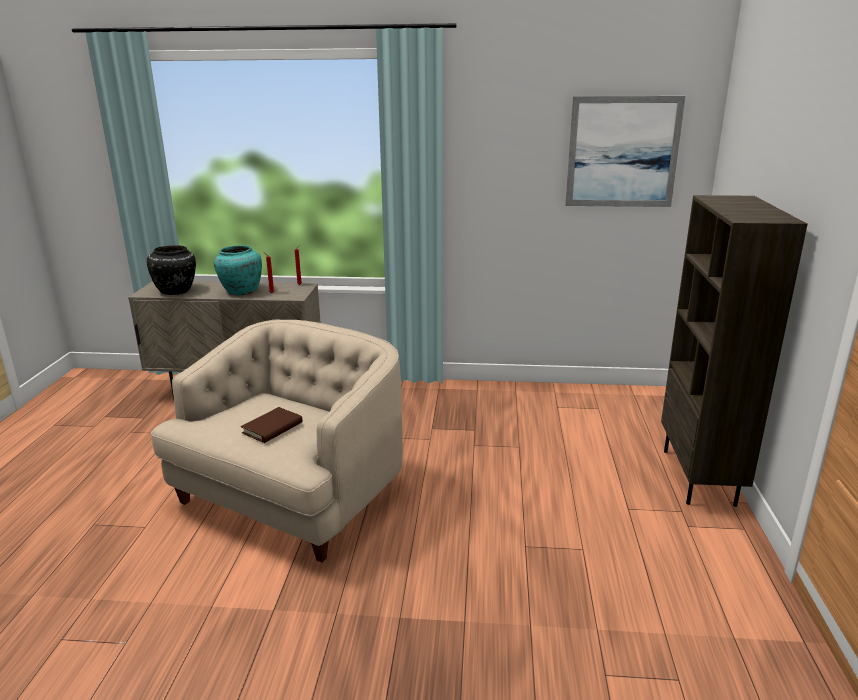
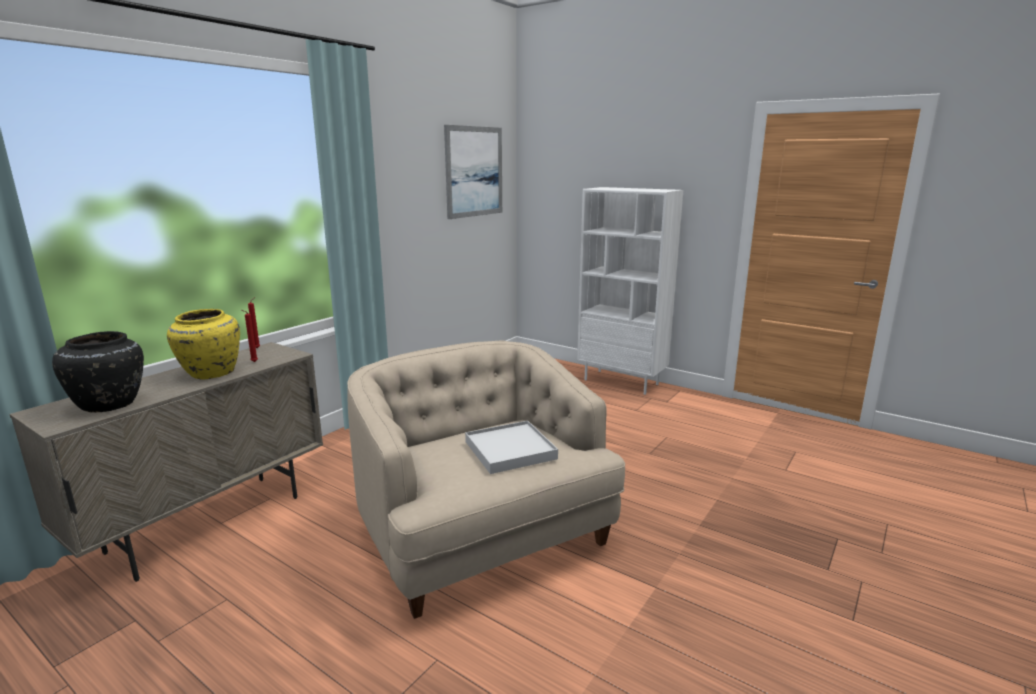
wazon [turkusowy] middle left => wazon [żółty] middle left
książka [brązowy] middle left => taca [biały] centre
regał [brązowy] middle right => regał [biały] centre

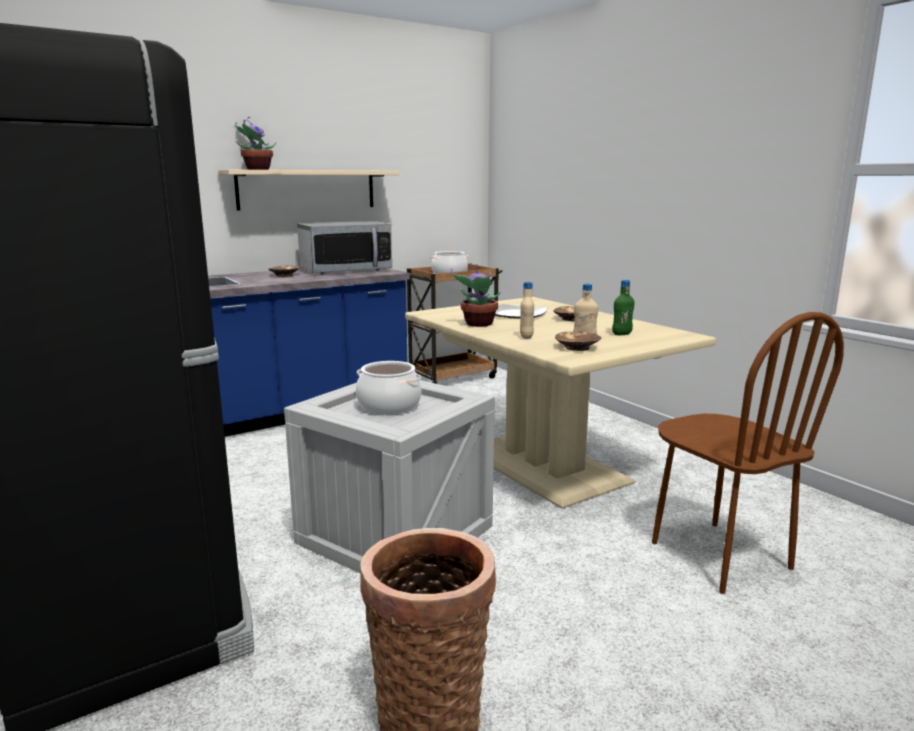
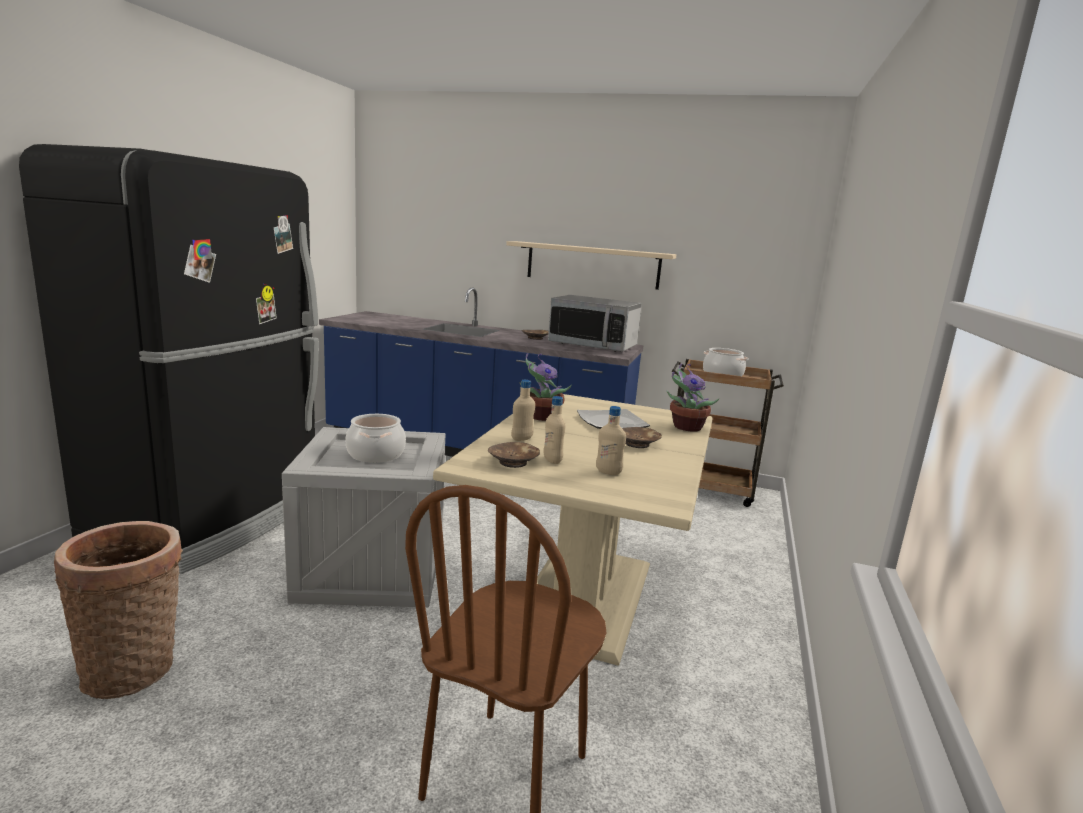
butelka [zielony] middle right => butelka [beżowy] (no. 3 from left) centre
roślina doniczkowa (no. 1 from left in the first image) top left => roślina doniczkowa (no. 2 from left) centre, relocated

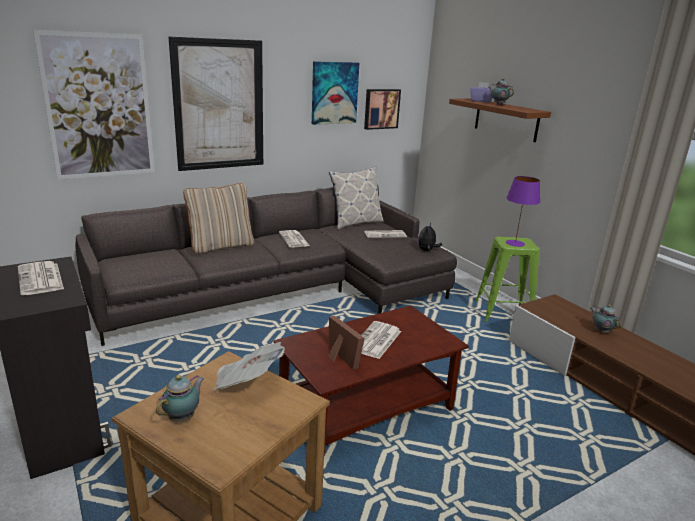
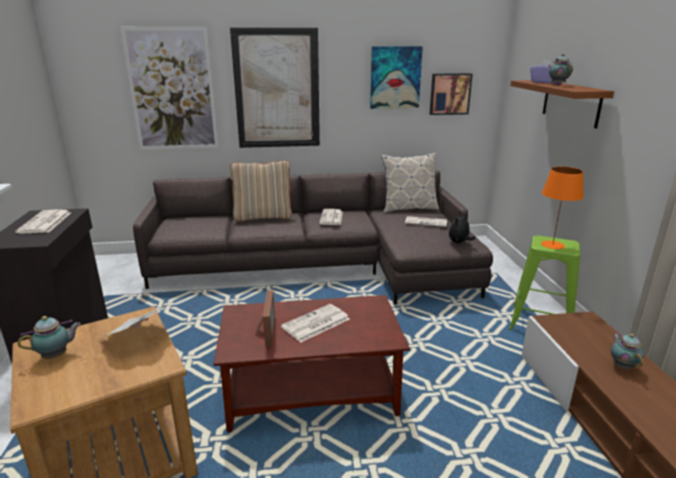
lampa stołowa [fioletowy] middle right => lampa stołowa [pomarańczowy] middle right

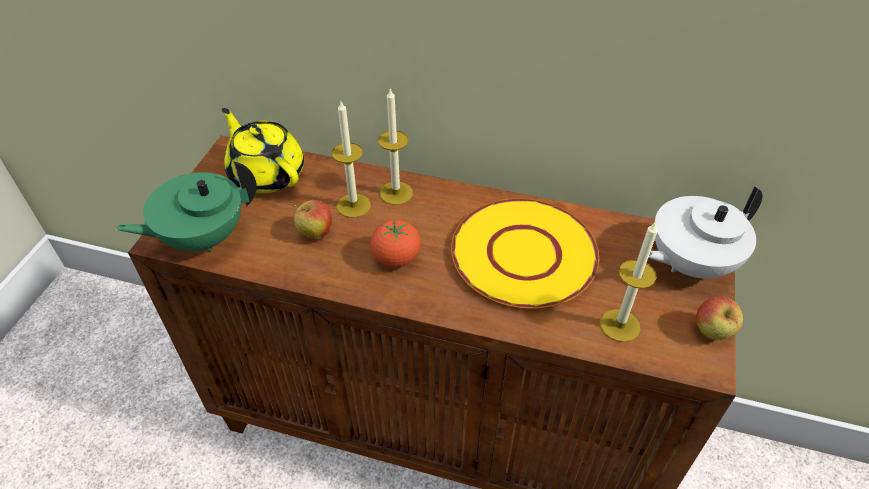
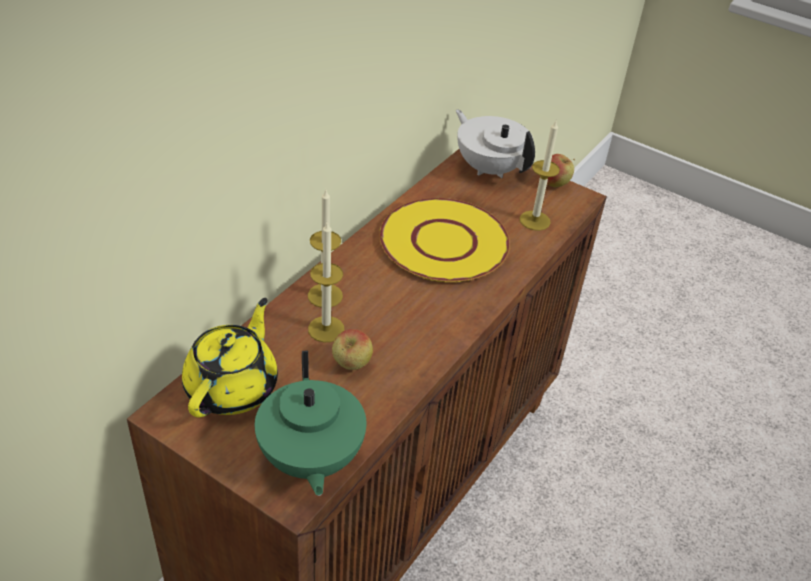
imbryk [żółty] top left => imbryk [żółty] middle left, 135 degrees clockwise
imbryk [biały] middle right => imbryk [biały] top centre, 150 degrees clockwise
pomidor centre => nothing

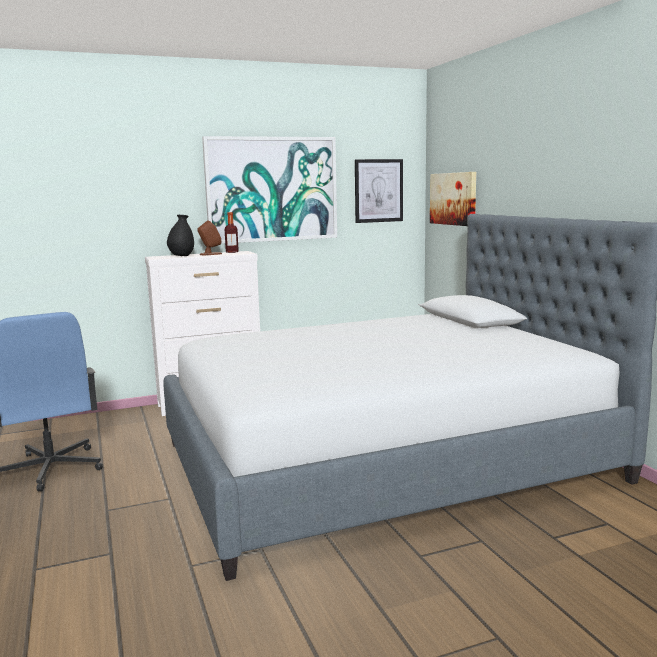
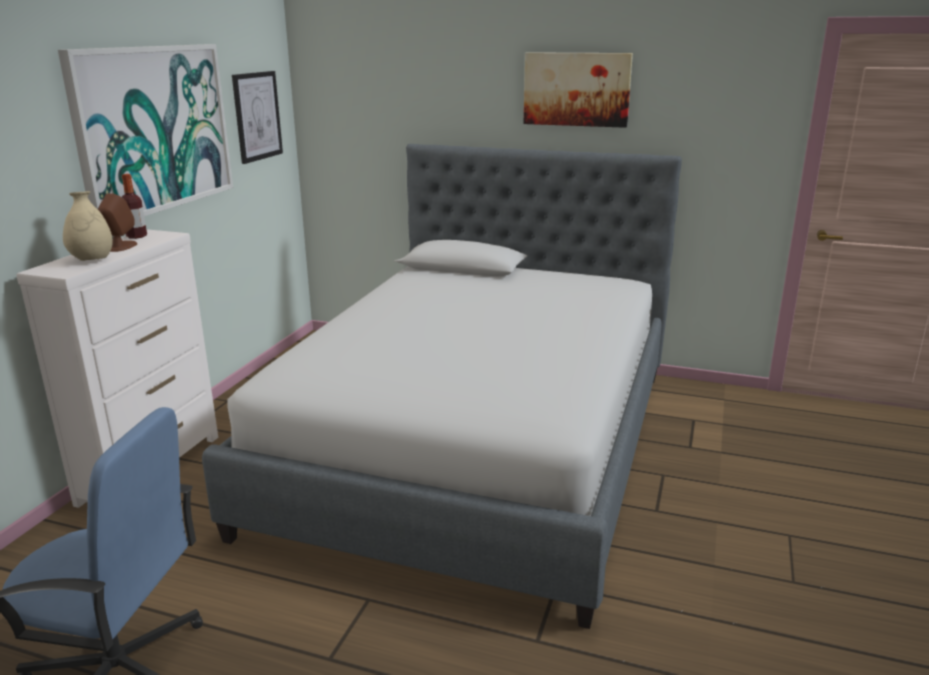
wazon [czarny] middle left => wazon [beżowy] middle left
obraz (no. 3 from left) top right => obraz (no. 3 from left) top centre, relocated

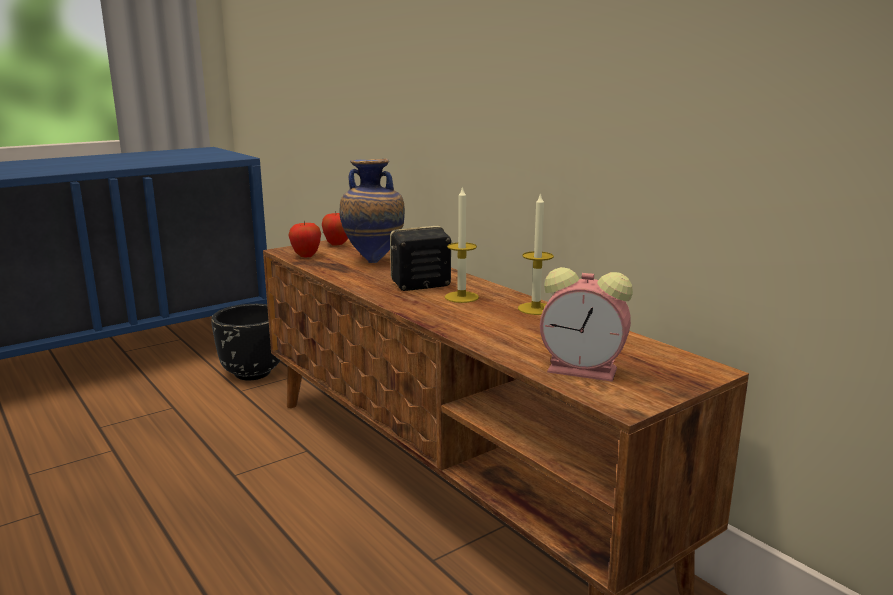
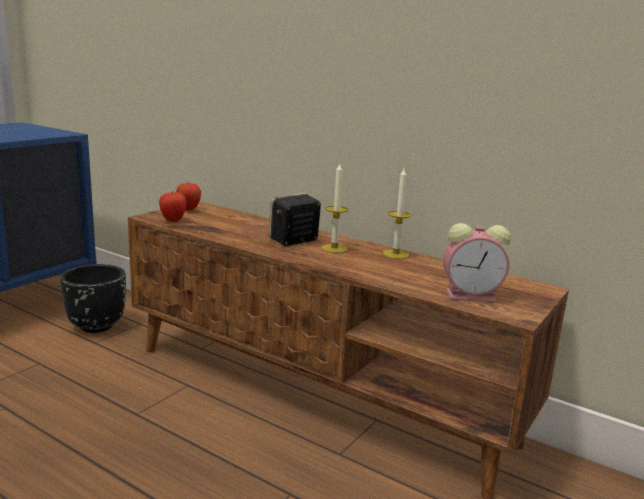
wazon centre => nothing

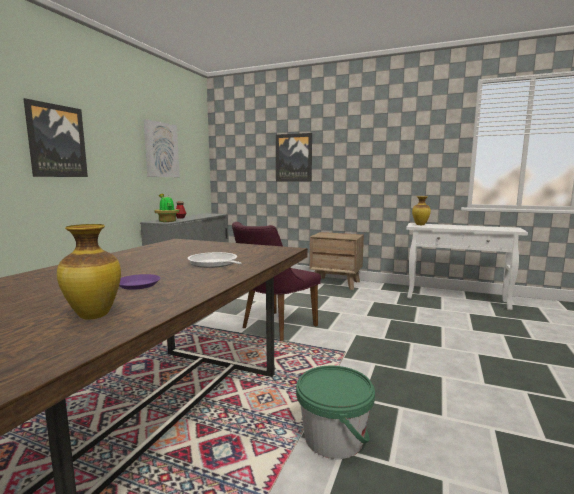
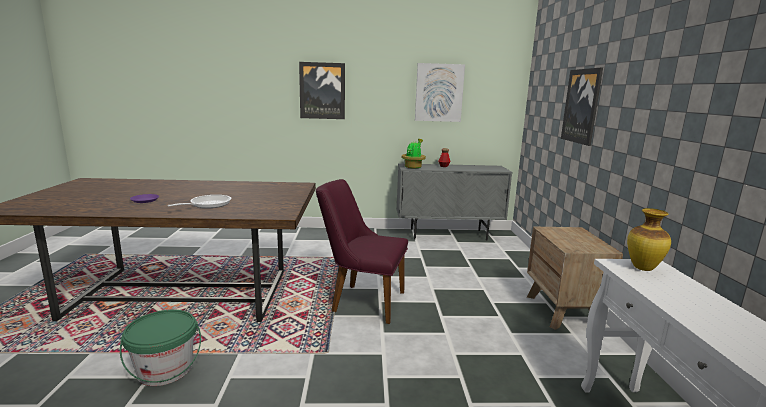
wazon (no. 1 from left) middle left => nothing

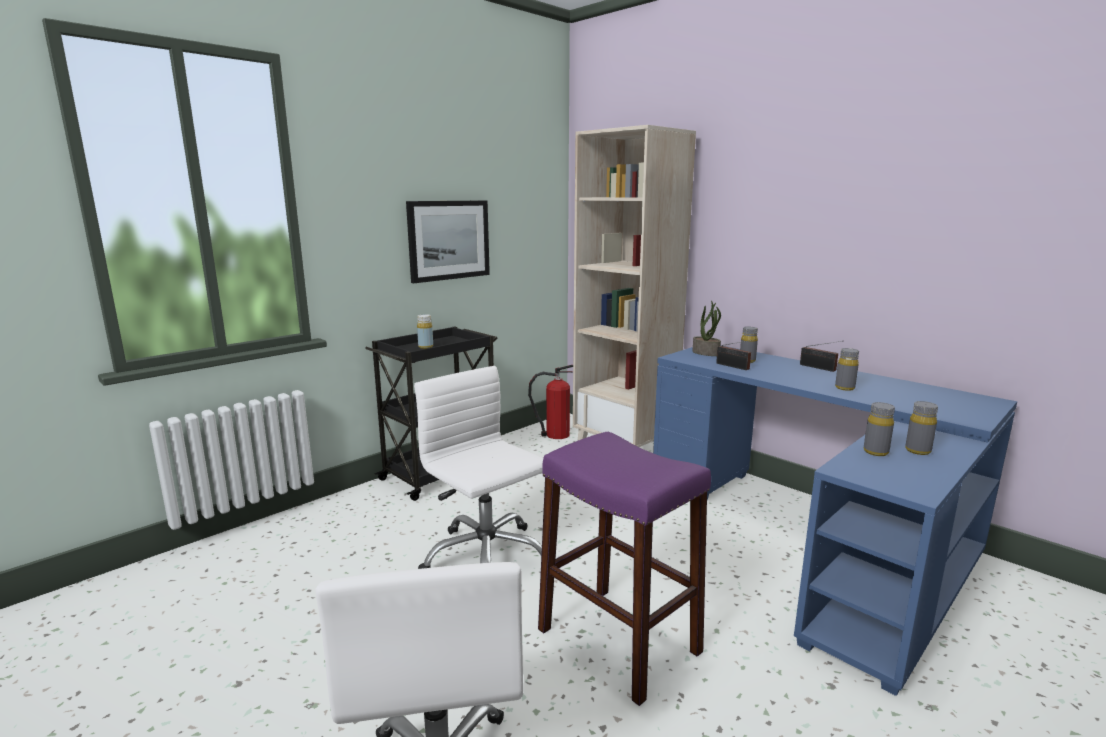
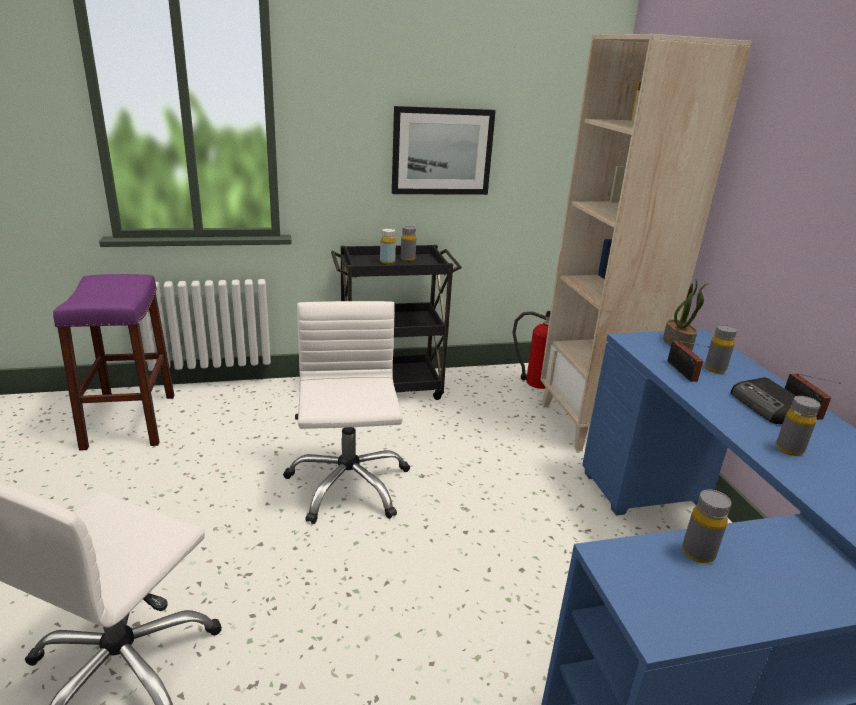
stołek [fioletowy] bottom centre => stołek [fioletowy] middle left, relocated
butelka [szary] (no. 4 from left in the first image) middle right => butelka [szary] (no. 1 from left) centre, relocated
nothing => radio (no. 2 from left) middle right

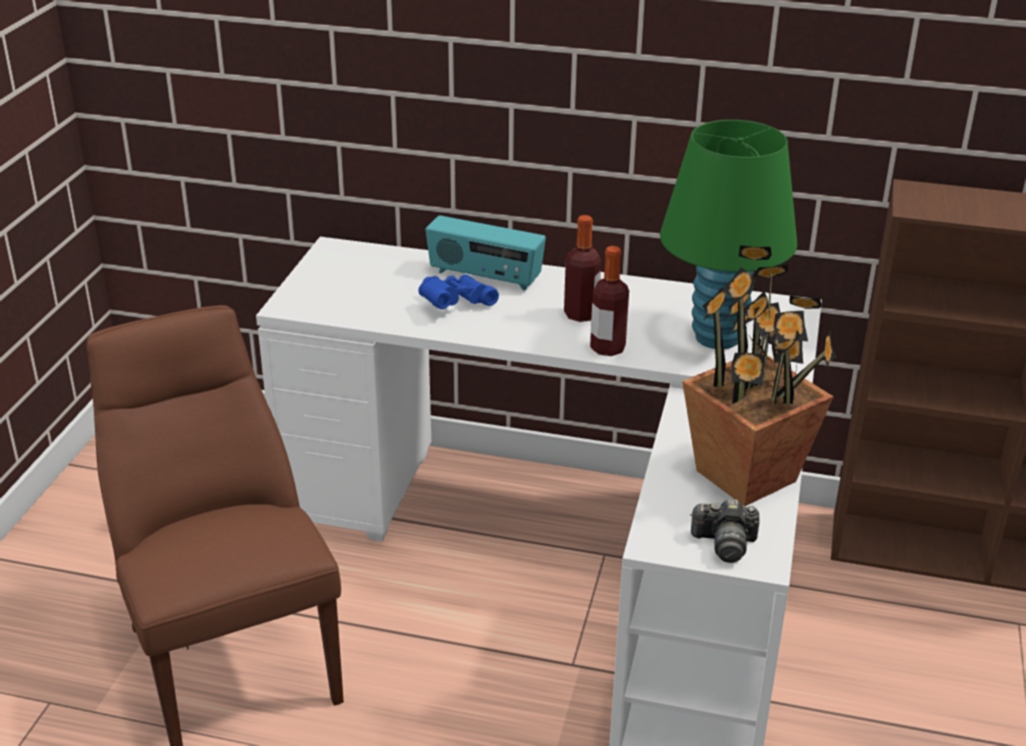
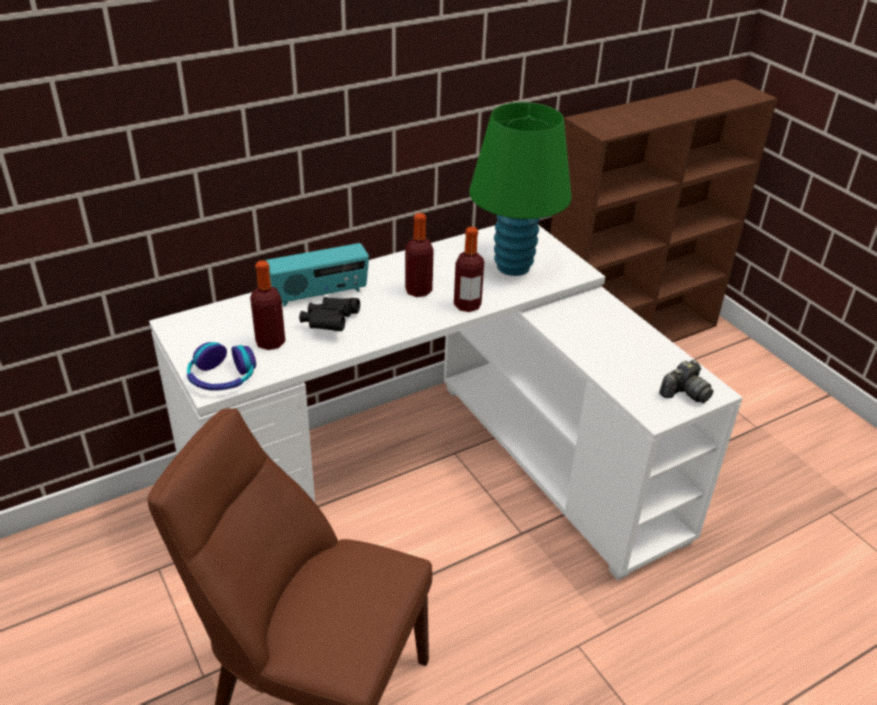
nothing => słuchawki middle left
nothing => butelka (no. 1 from left) middle left
lornetka [niebieski] centre => lornetka [czarny] centre
roślina doniczkowa middle right => nothing

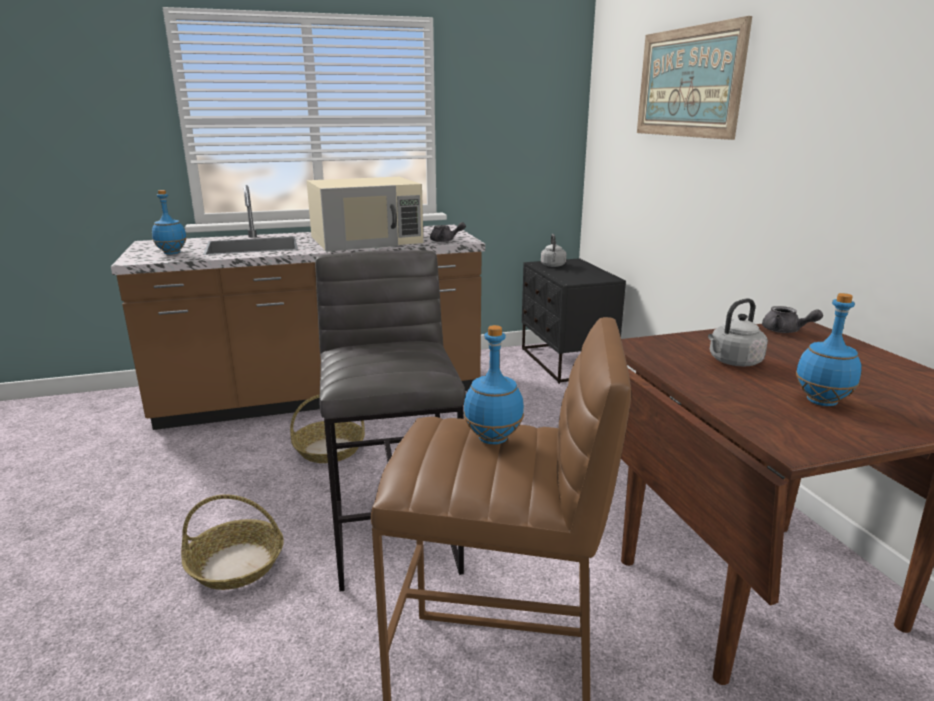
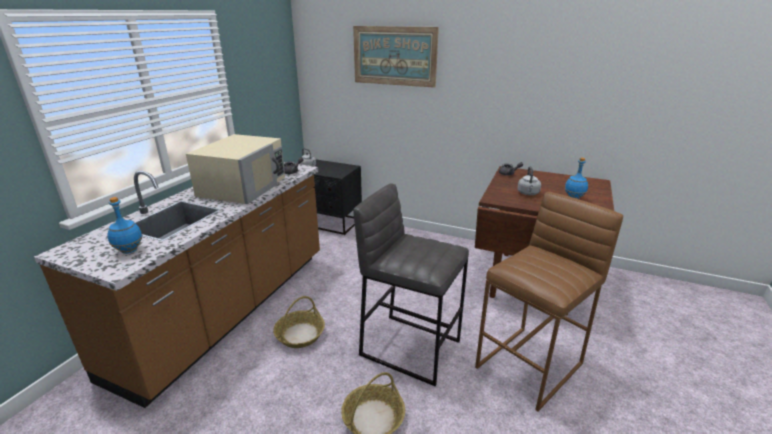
butelka [niebieski] (no. 2 from left) centre => nothing

